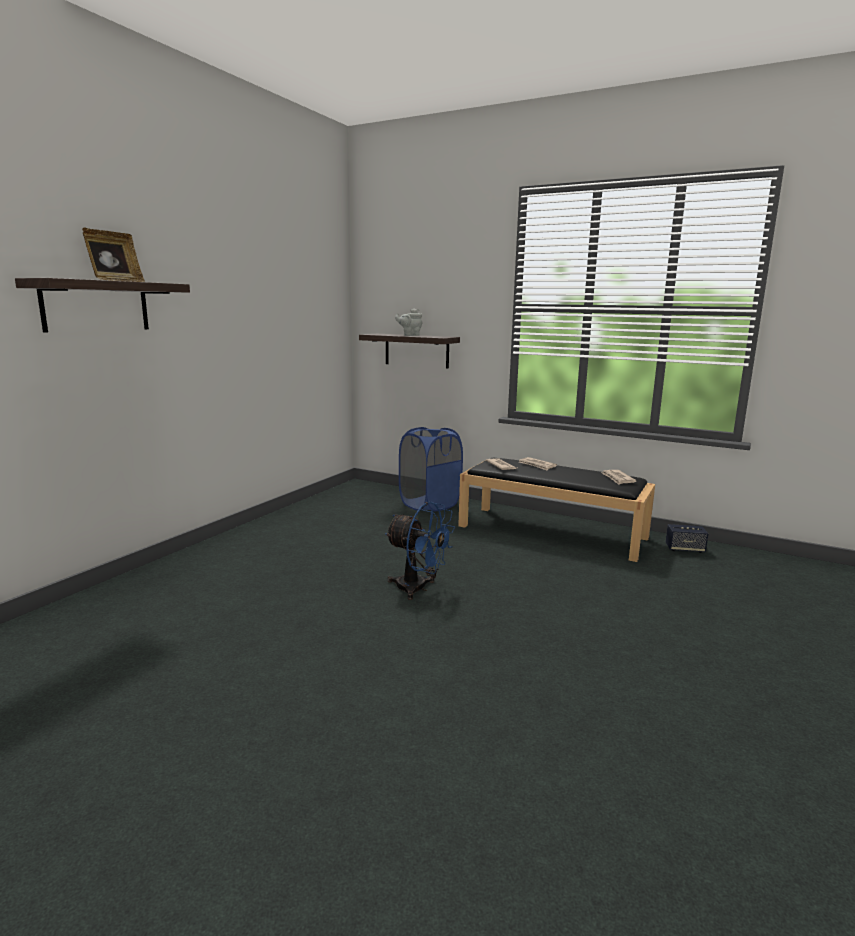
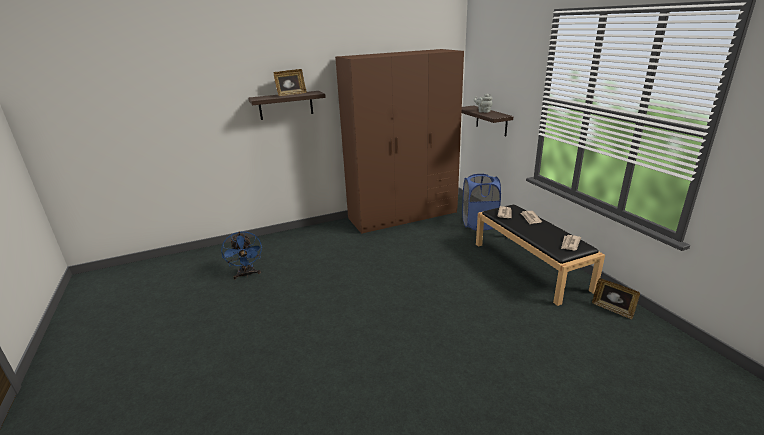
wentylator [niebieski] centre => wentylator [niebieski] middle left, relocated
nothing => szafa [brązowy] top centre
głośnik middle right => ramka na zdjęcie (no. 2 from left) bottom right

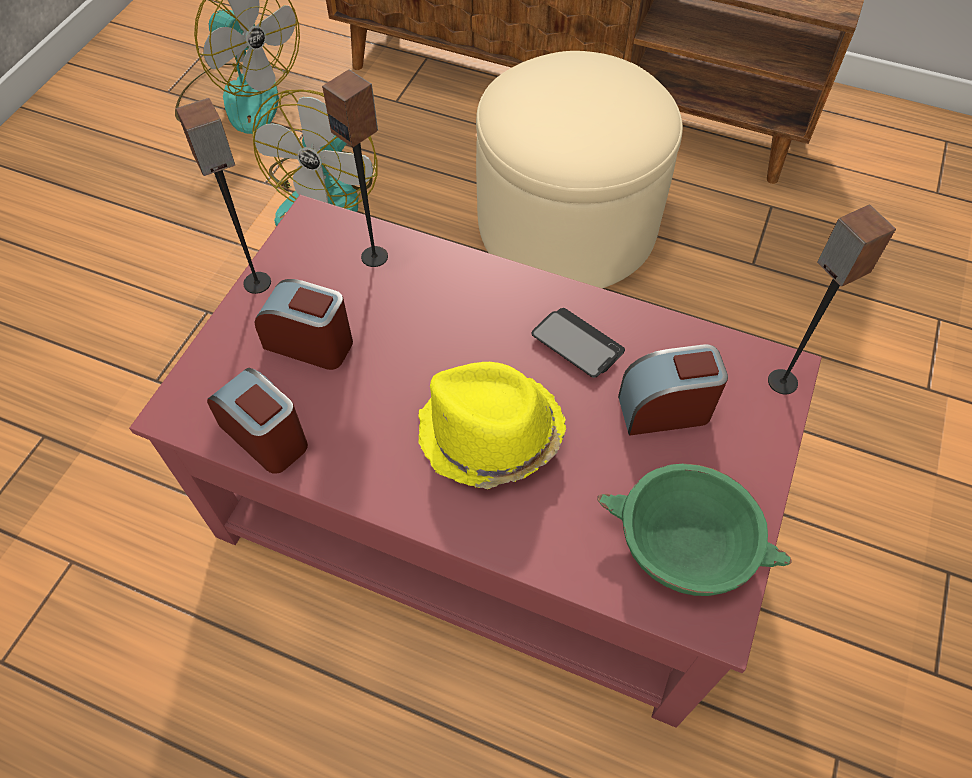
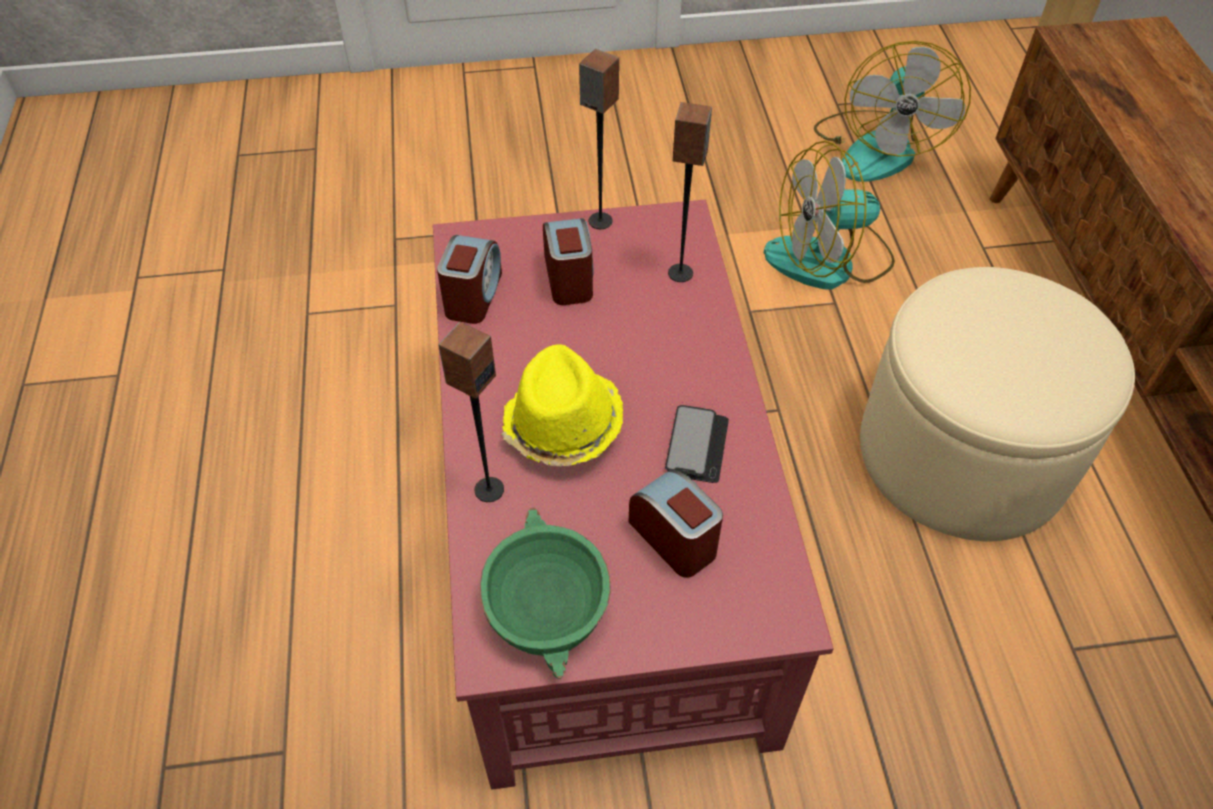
głośnik (no. 3 from left in the first image) middle right => głośnik (no. 1 from left) centre, relocated

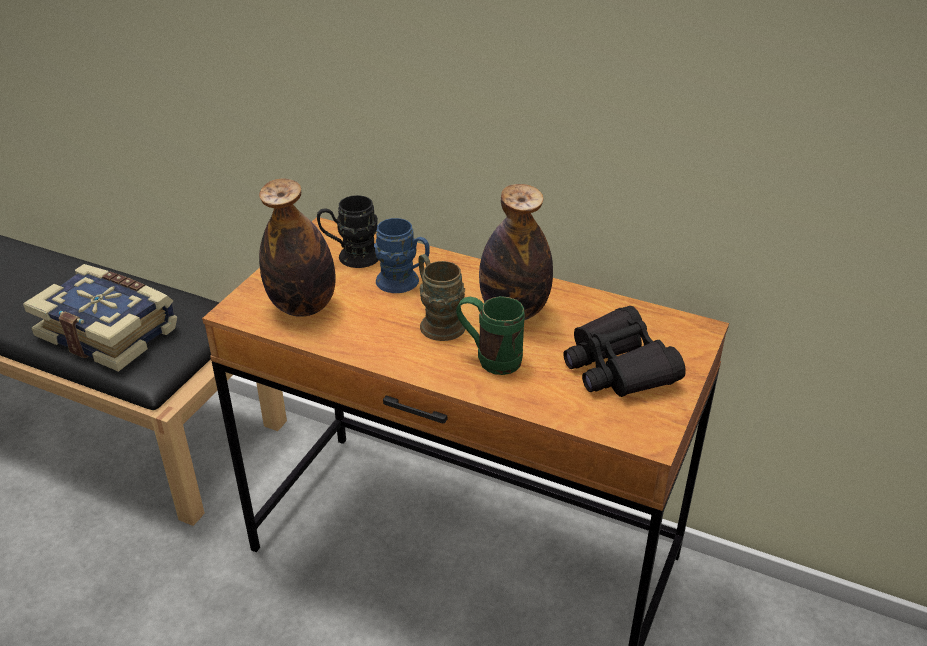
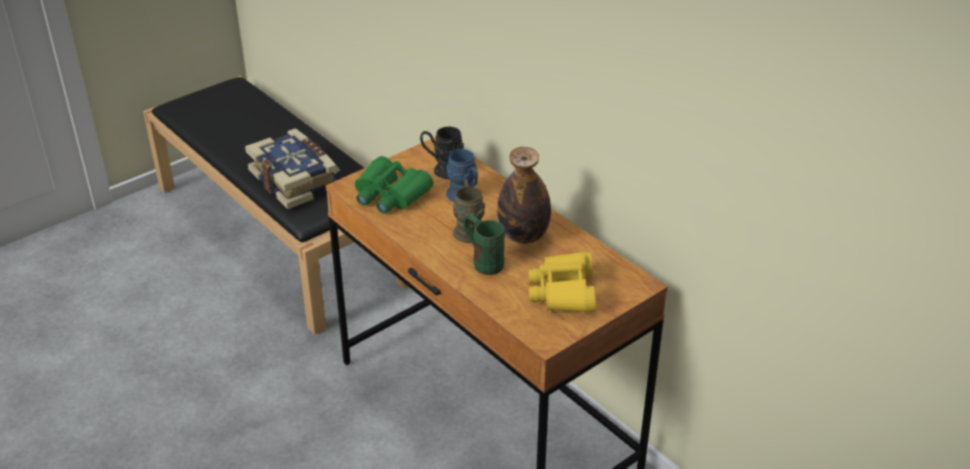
butelka (no. 1 from left) middle left => lornetka [zielony] centre
lornetka [czarny] middle right => lornetka [żółty] centre

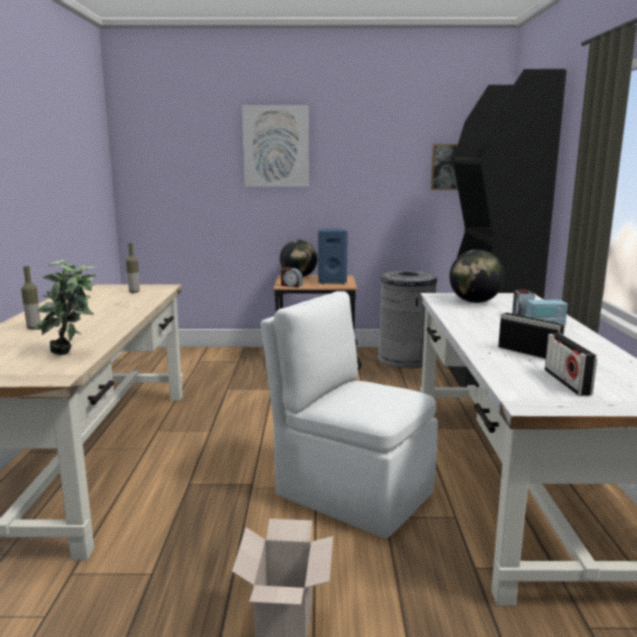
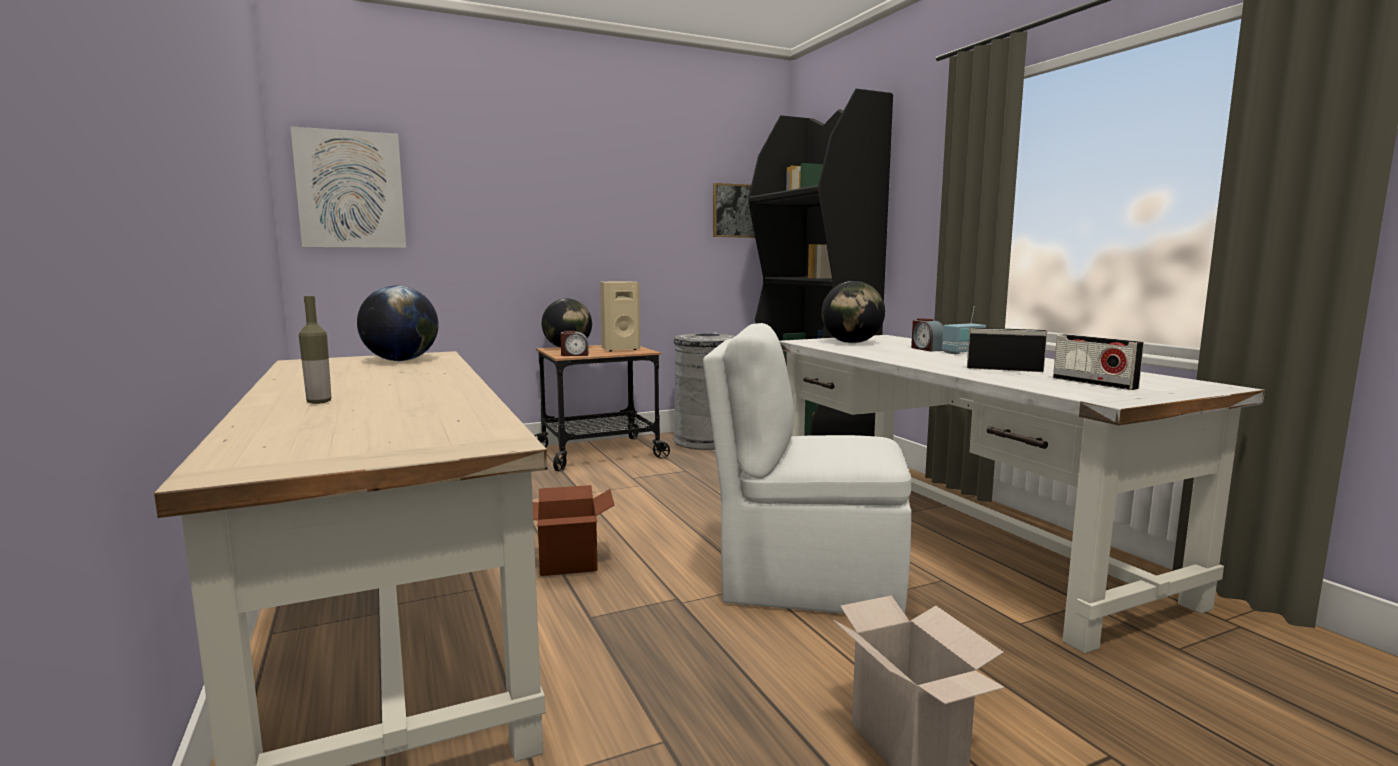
obraz (no. 1 from left) top centre => obraz (no. 1 from left) top left, relocated
butelka (no. 2 from left) middle left => globus (no. 1 from left) middle left
nothing => karton (no. 1 from left) bottom centre
głośnik [niebieski] centre => głośnik [beżowy] centre
roślina doniczkowa middle left => nothing

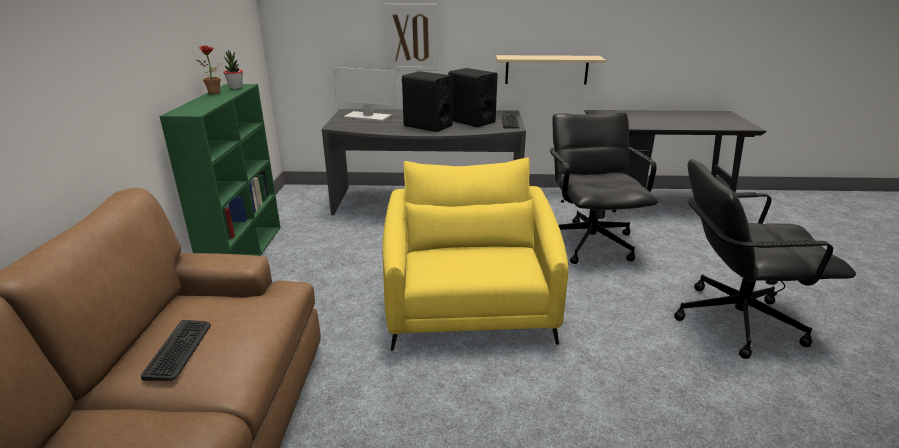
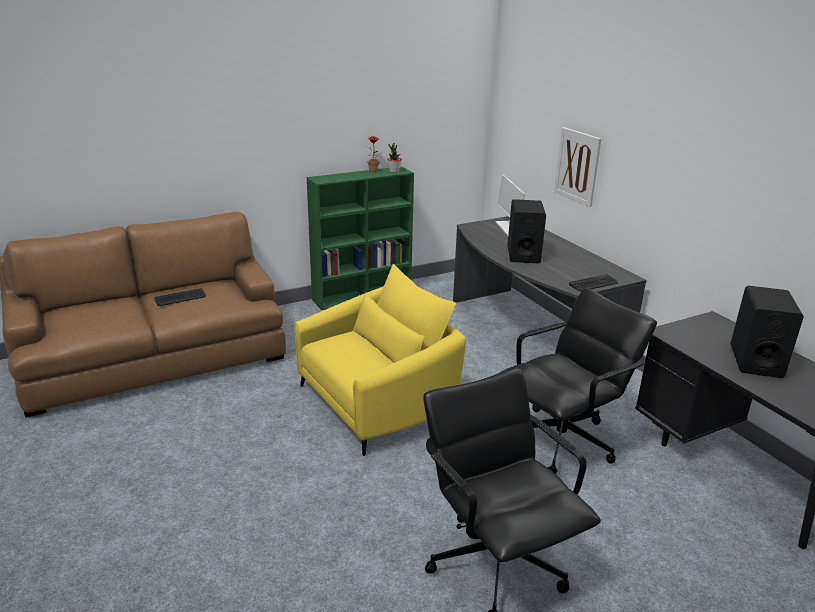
głośnik [czarny] (no. 2 from left) top centre => głośnik [czarny] (no. 2 from left) middle right, relocated
półka [beżowy] top centre => nothing

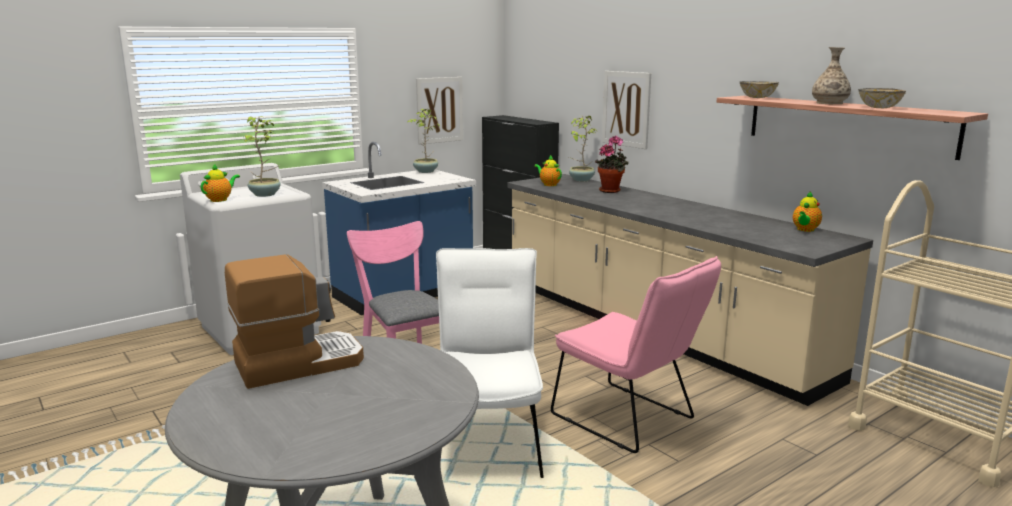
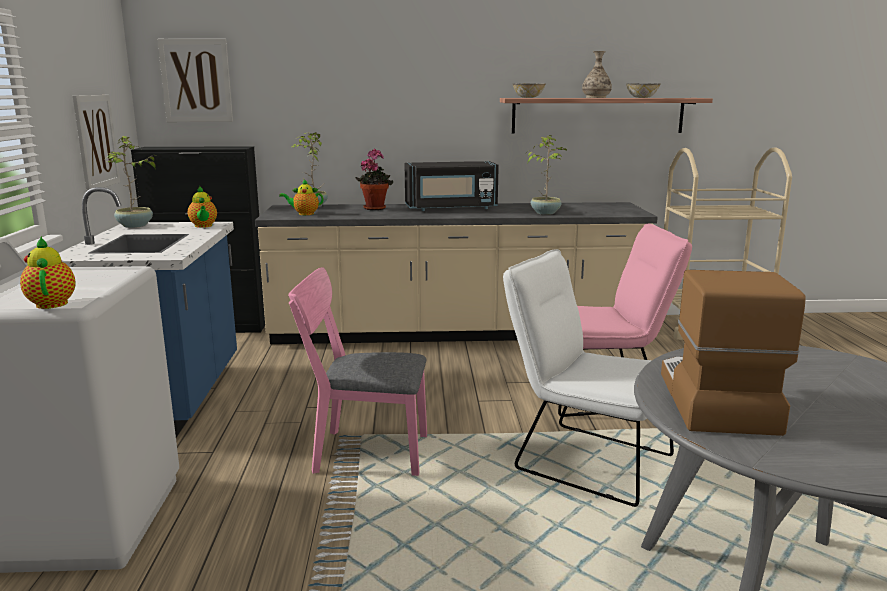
obraz (no. 2 from left) top centre => obraz (no. 2 from left) top left, relocated
imbryk (no. 3 from left in the first image) middle right => imbryk (no. 2 from left) middle left, relocated
nothing => mikrofalówka [czarny] top centre
roślina doniczkowa (no. 1 from left in the first image) top left => roślina doniczkowa (no. 4 from left) top centre, relocated

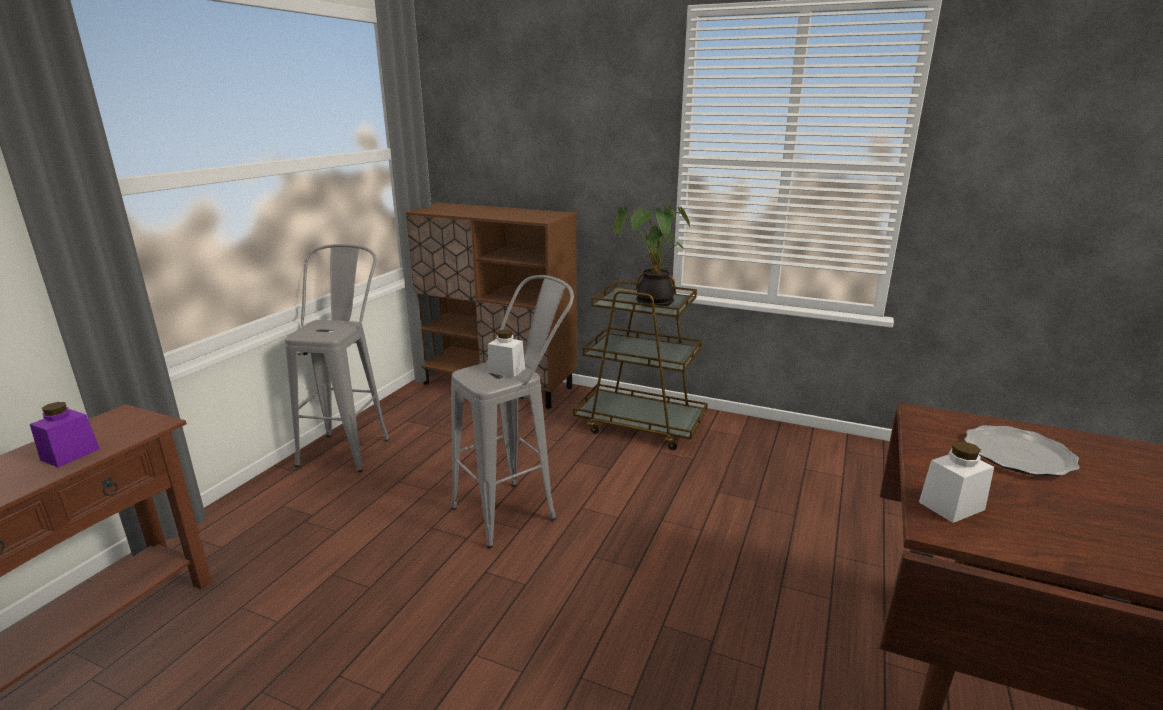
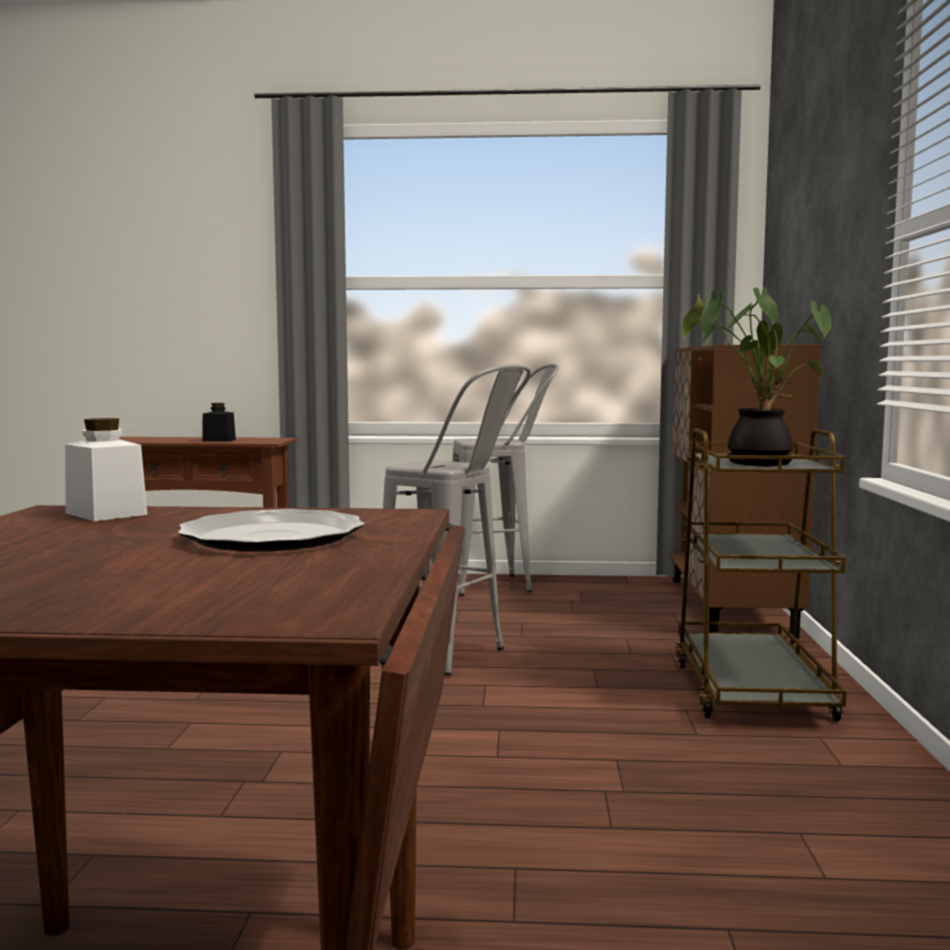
słoik [fioletowy] middle left => słoik [czarny] middle left
słoik [biały] (no. 1 from left) centre => nothing

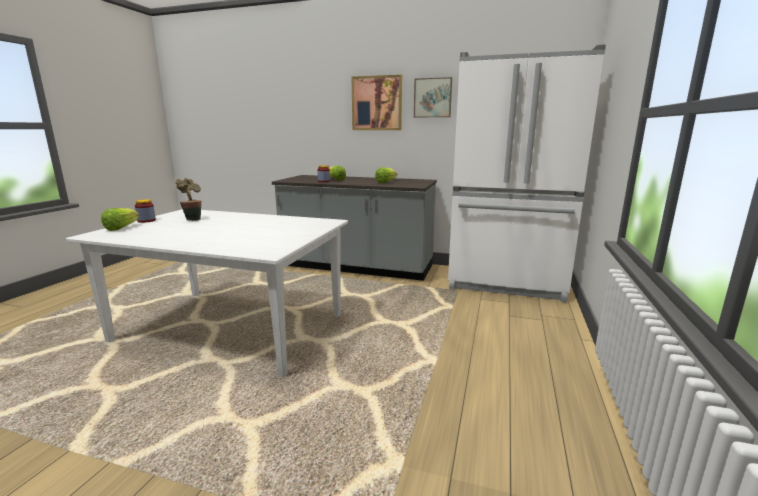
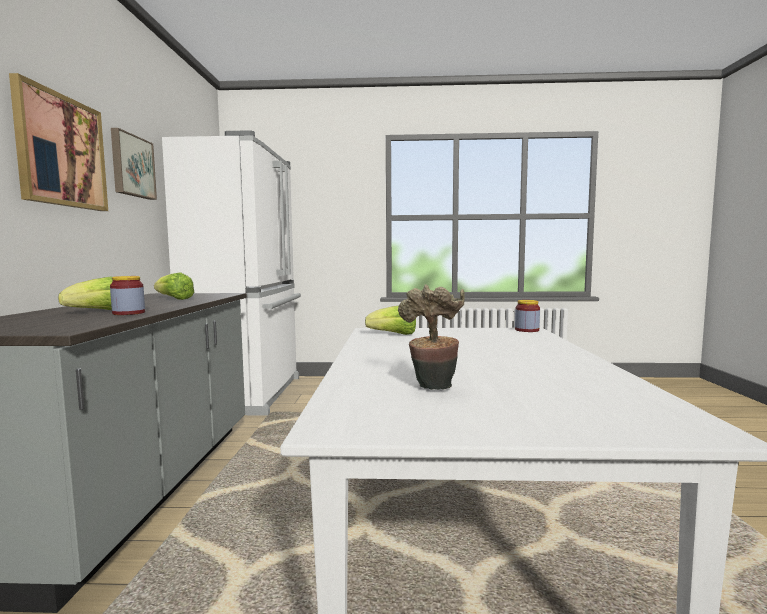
sałata (no. 1 from left in the first image) middle left => sałata (no. 3 from left) centre, relocated
słoik (no. 1 from left in the first image) middle left => słoik (no. 2 from left) middle right, relocated

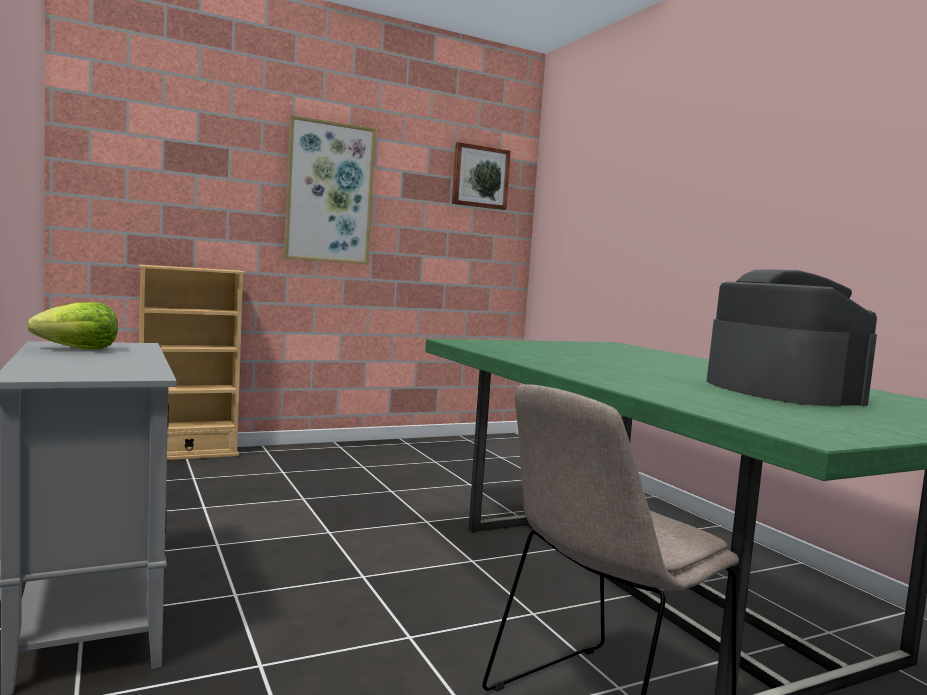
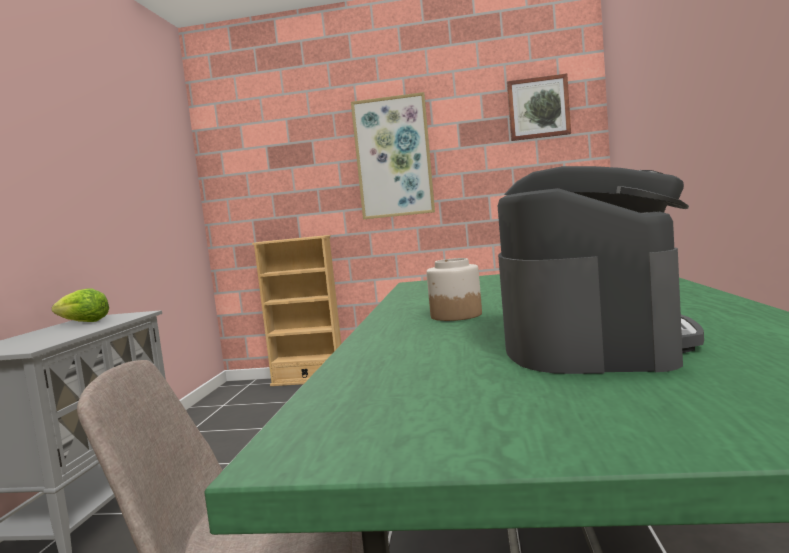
nothing => słoik centre

